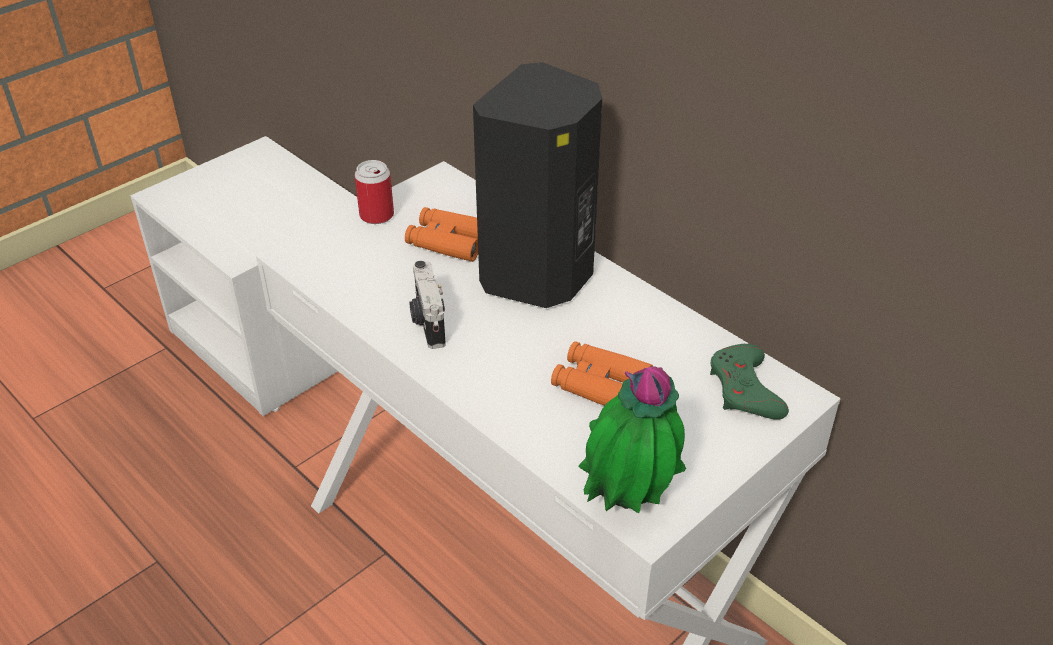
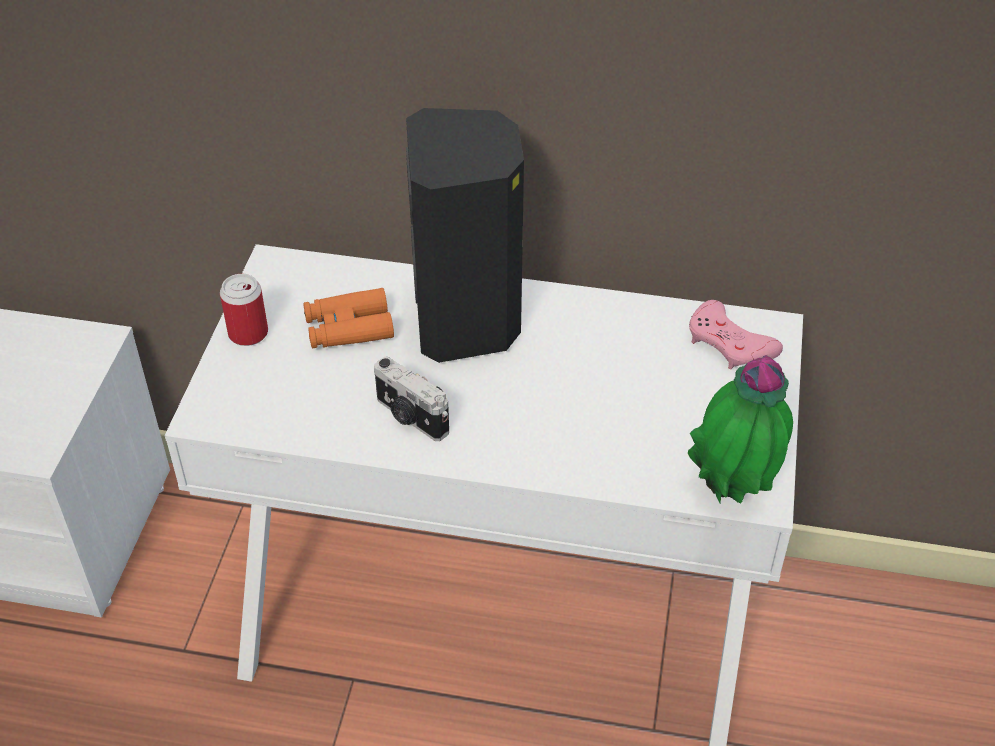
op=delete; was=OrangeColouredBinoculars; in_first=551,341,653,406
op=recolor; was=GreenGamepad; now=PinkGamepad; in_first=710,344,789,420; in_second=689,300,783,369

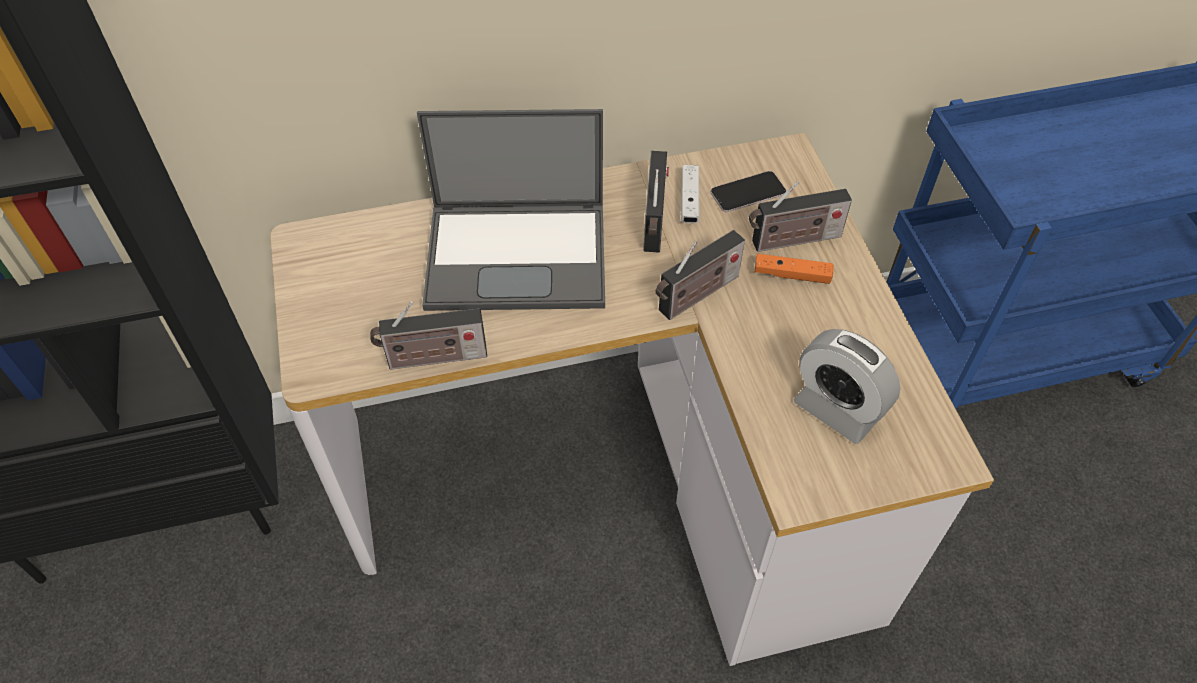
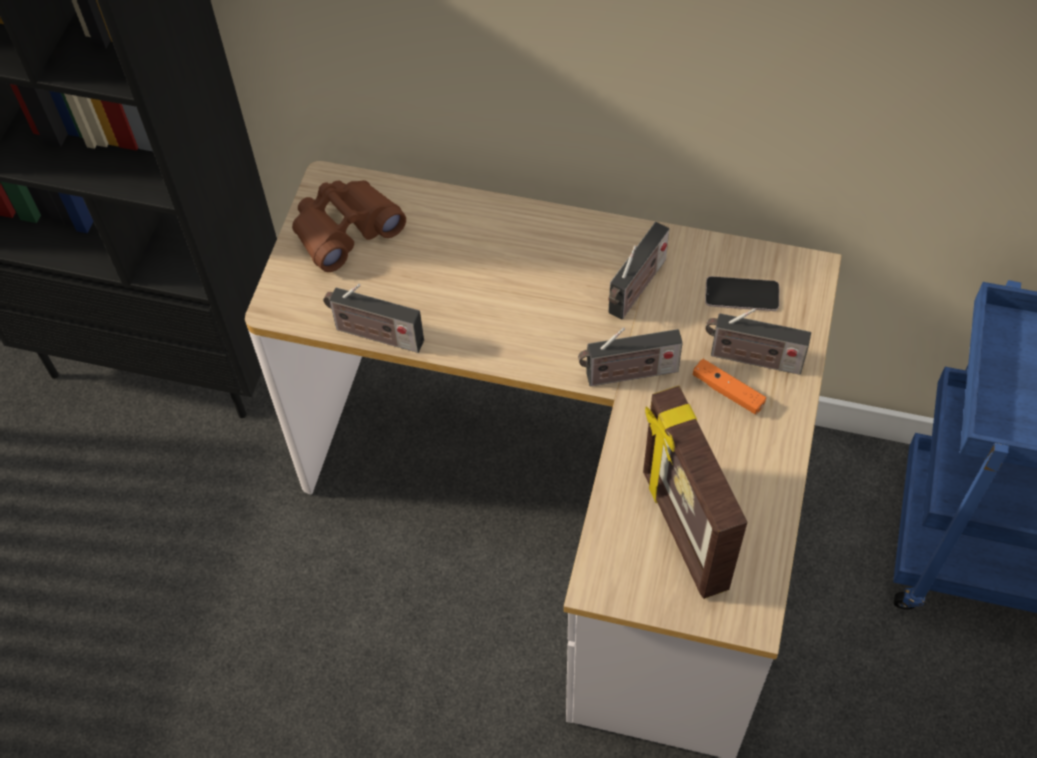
op=delete; was=PortableComputer; in_first=417,109,605,311
op=delete; was=WhiteGamepad; in_first=681,165,699,223
op=replace; was=TableClock; now=PhotoFrame; in_first=794,329,901,444; in_second=643,385,747,599
op=insert; now=BrownColouredBinoculars; in_second=292,180,406,272

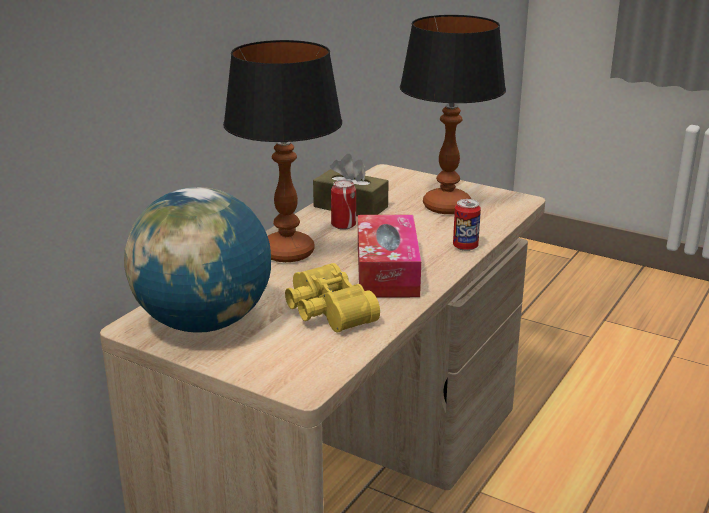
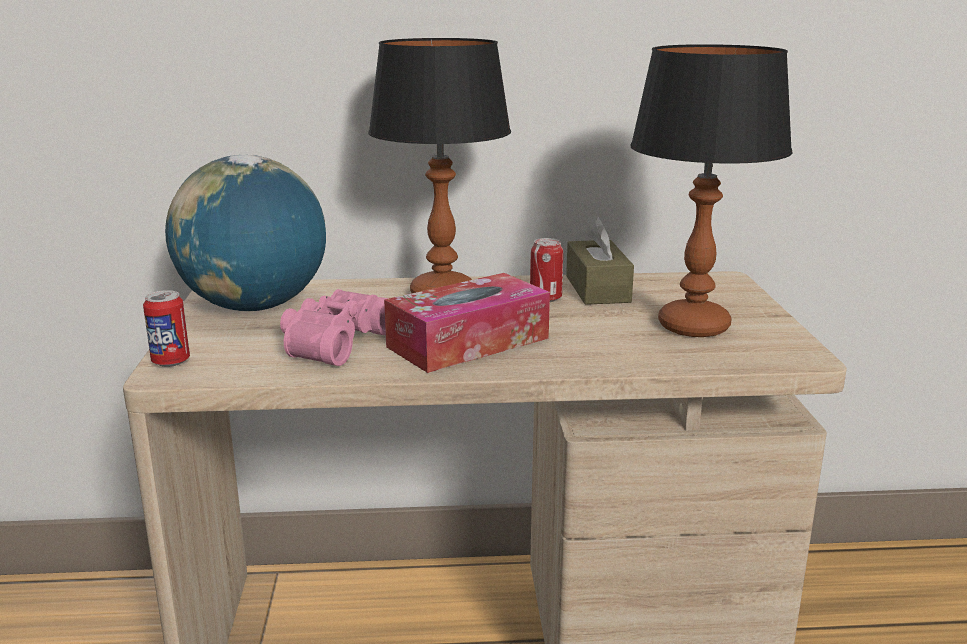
op=recolor; was=YellowishBinoculars; now=PinkBinoculars; in_first=285,263,380,332; in_second=280,289,389,366
op=move; was=SealedCan; in_first=453,199,481,251; in_second=143,290,190,367

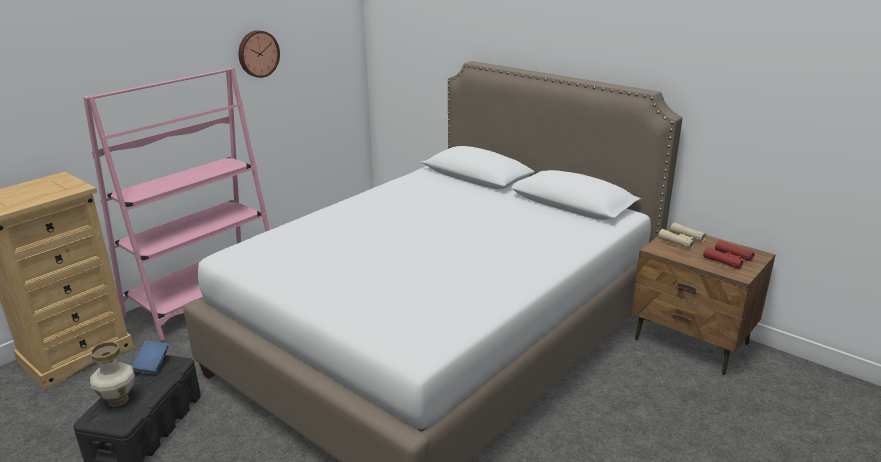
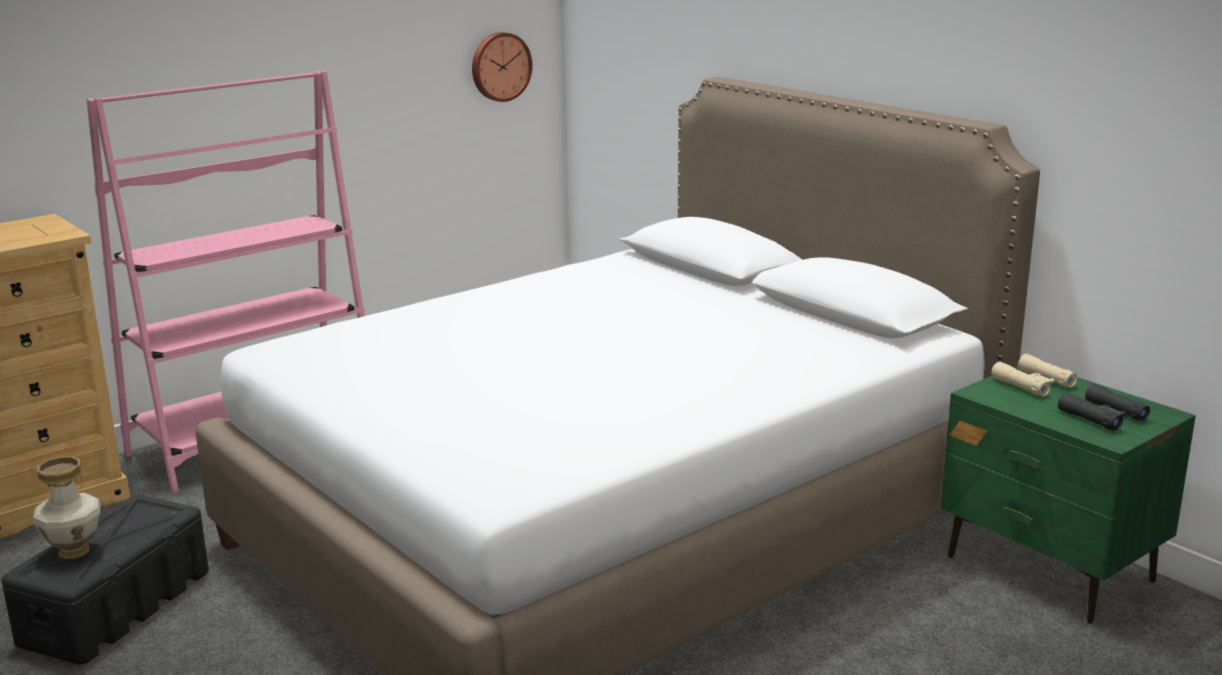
op=delete; was=BlueBook; in_first=132,340,169,374
op=move; was=HangingClock; in_first=238,30,280,78; in_second=472,32,532,102
op=recolor; was=BrownColouredNightTable; now=GreenNightTable; in_first=631,226,775,375; in_second=941,365,1196,624
op=recolor; was=RedBinoculars; now=BlackishBinoculars; in_first=703,240,754,269; in_second=1058,384,1150,431

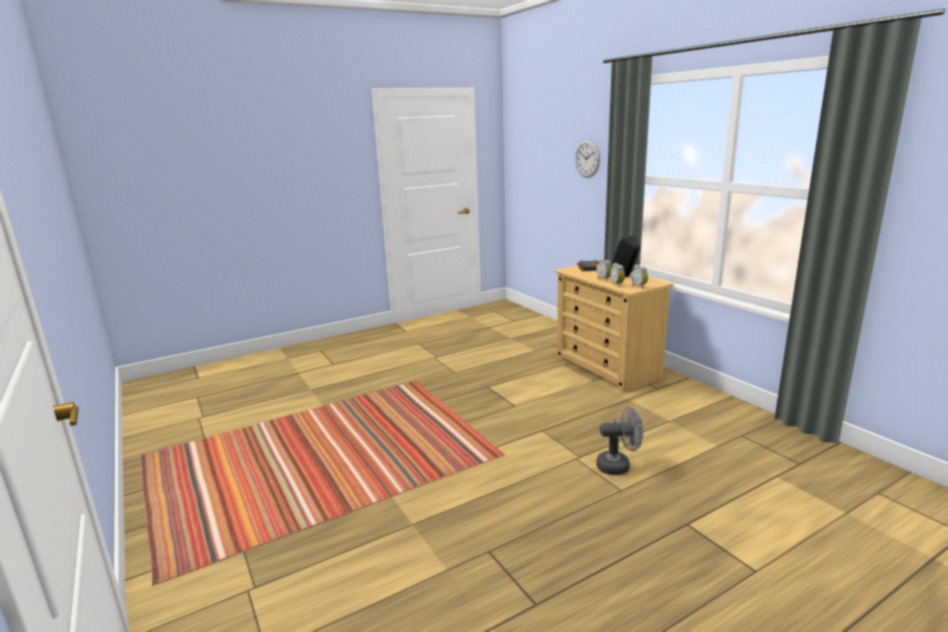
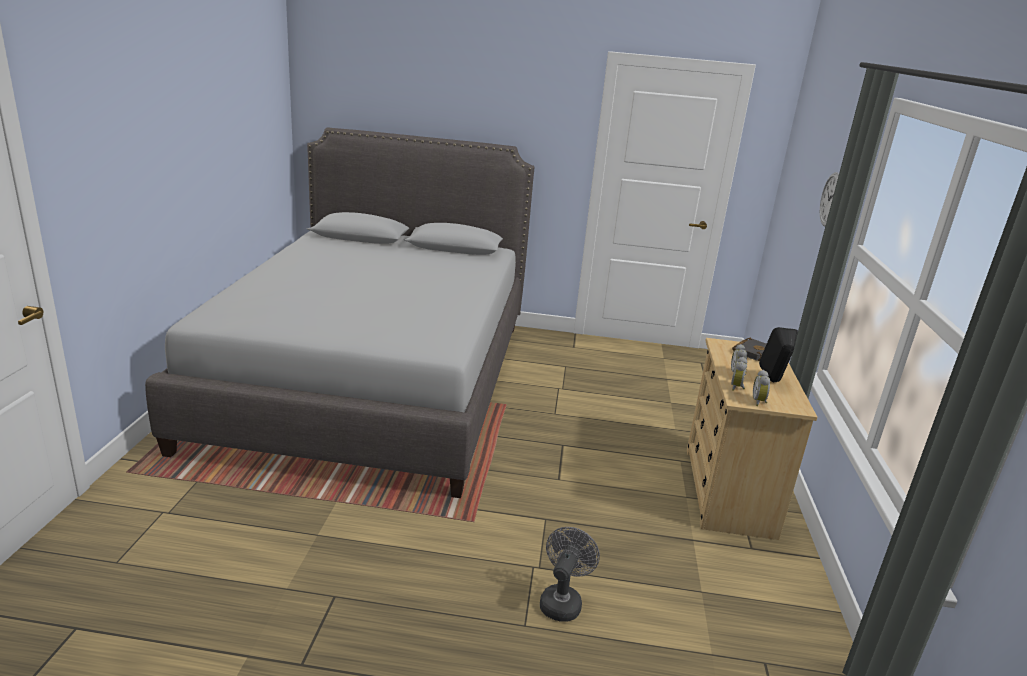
op=rotate; was=GreyFan; in_first=596,407,643,475; in_second=540,527,600,622; clockwise=-105
op=insert; now=GreyBedroomBed; in_second=145,127,534,498

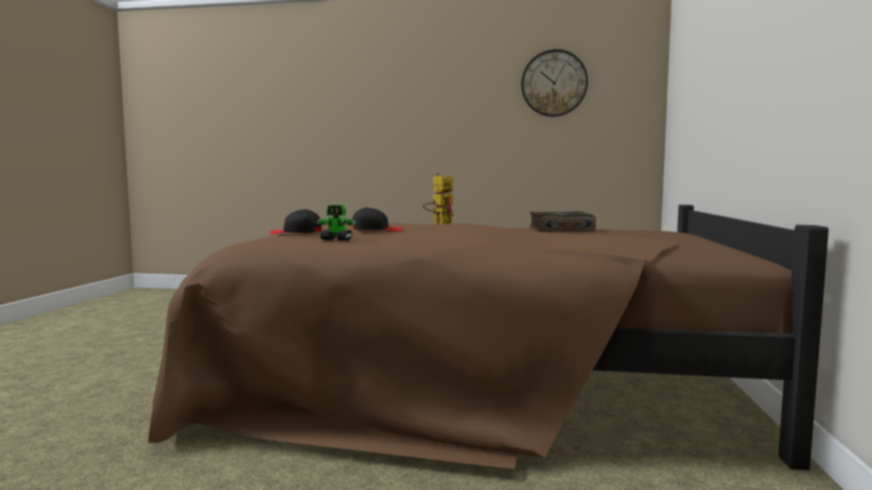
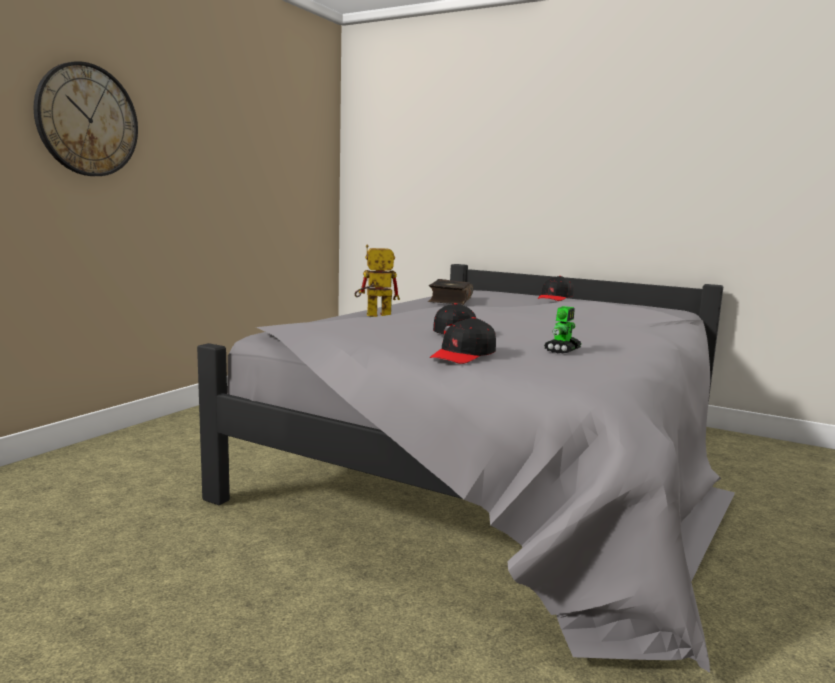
op=recolor; was=BrownColouredBedroomBed; now=GreyBedroomBed; in_first=148,205,829,470; in_second=197,264,735,673
op=move; was=HangingClock; in_first=521,49,588,117; in_second=34,61,138,176
op=insert; now=BlackishBaseballCap; in_second=537,276,574,301

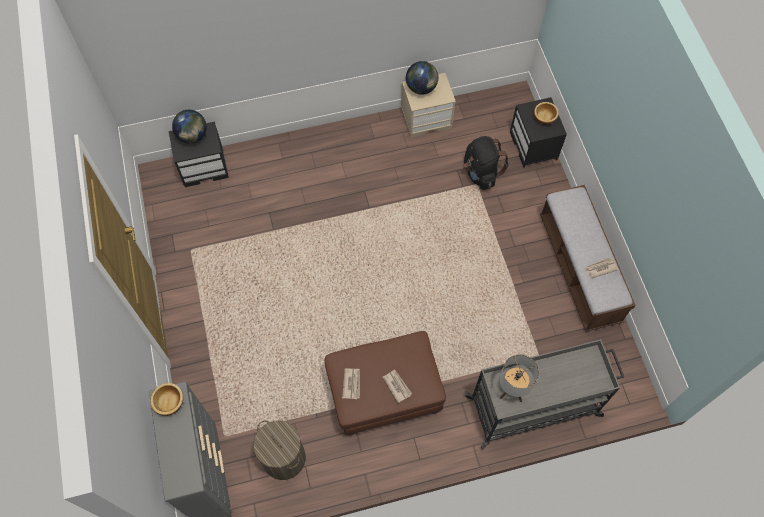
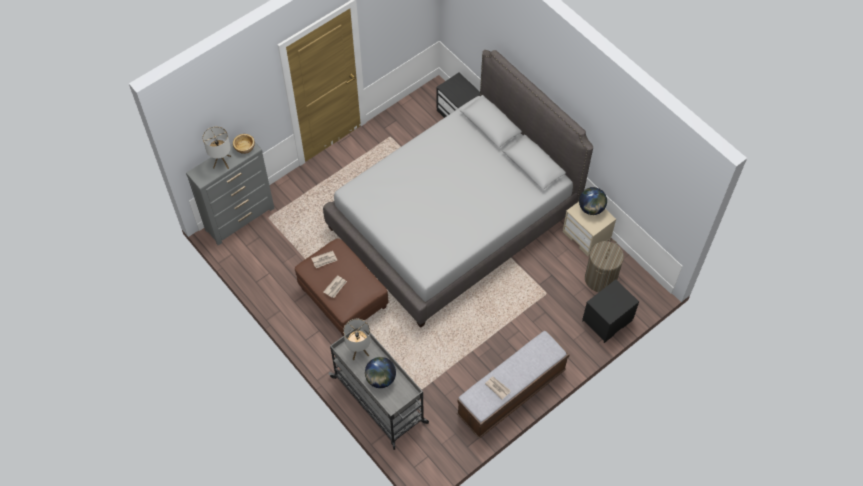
op=move; was=WorldGlobe; in_first=172,110,207,144; in_second=365,357,396,388
op=move; was=LaundryBasket; in_first=253,420,306,480; in_second=585,240,624,292
op=delete; was=BlackishKnapsack; in_first=464,136,509,190
op=delete; was=ServingBowl; in_first=534,102,559,125
op=insert; now=TabletopLamp; in_second=202,126,231,169
op=insert; now=GreyBedroomBed; in_second=323,50,593,328

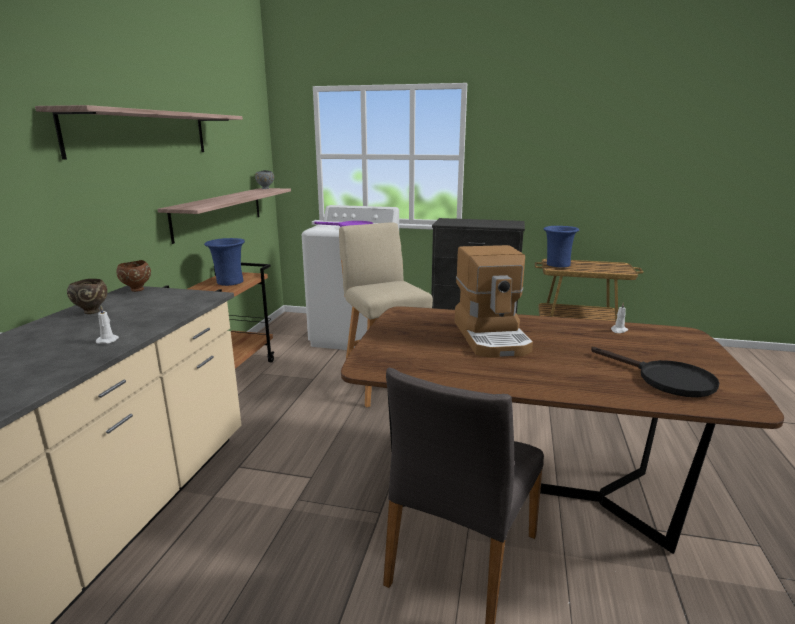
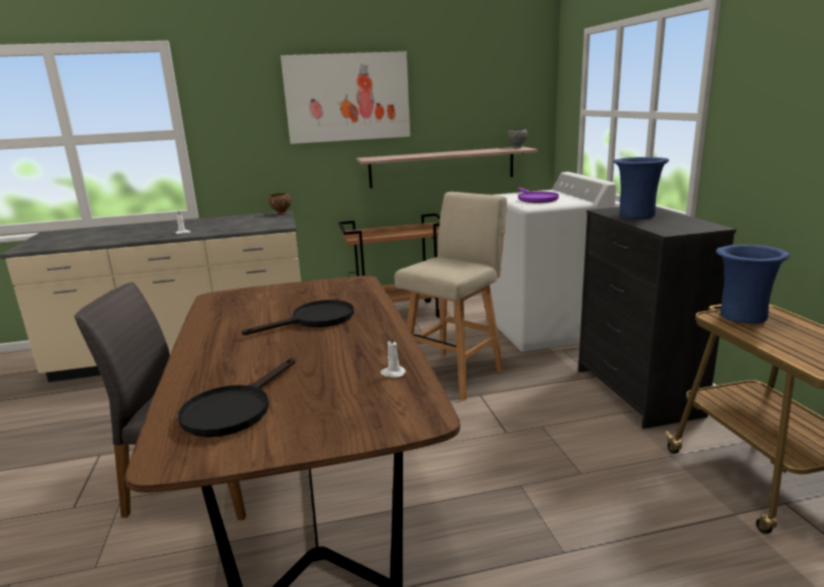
op=replace; was=Shelf; now=Picture; in_first=35,105,243,160; in_second=281,51,410,144
op=delete; was=BrownColouredServingBowl; in_first=67,279,108,314
op=move; was=BlueDecorativeVase; in_first=204,238,245,286; in_second=613,157,669,218
op=replace; was=CoffeeBrewer; now=BlackishSkillet; in_first=455,245,533,358; in_second=242,300,354,335

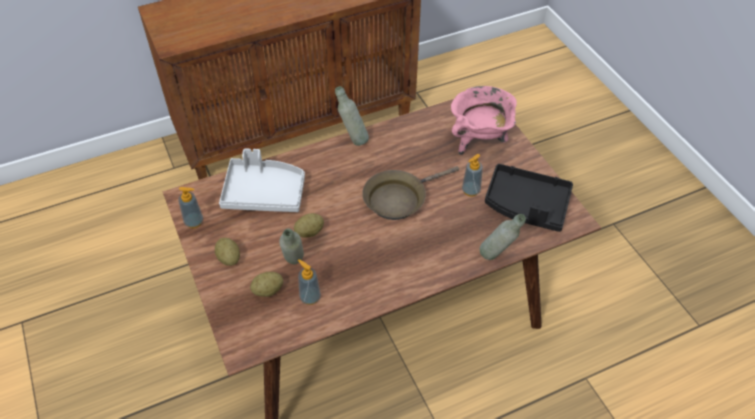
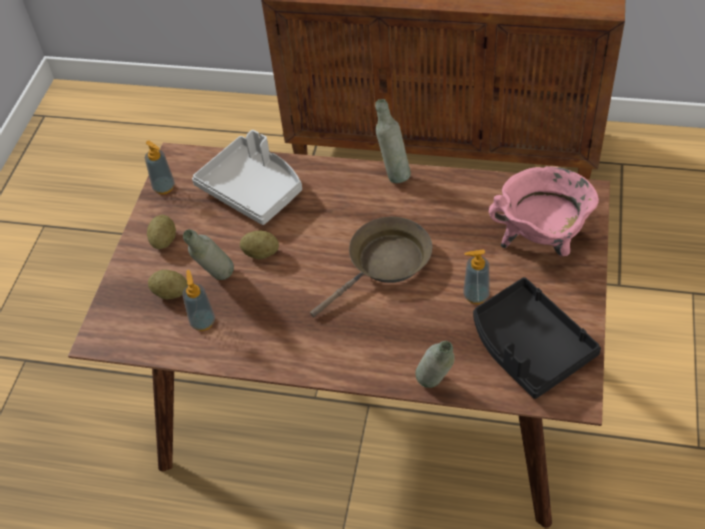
op=rotate; was=BrownColouredSkillet; in_first=362,166,459,220; in_second=310,217,432,317; clockwise=135

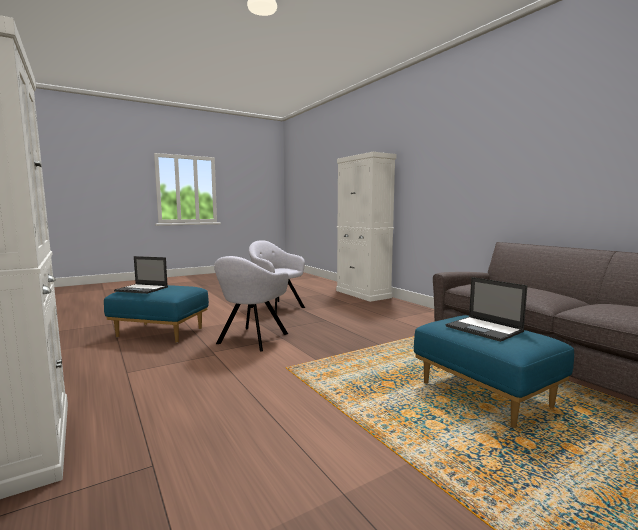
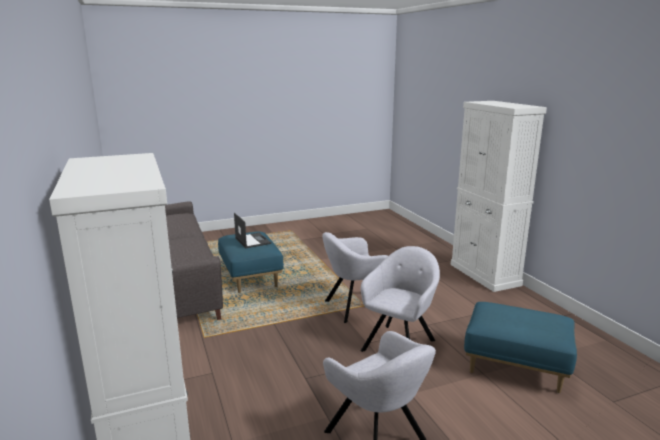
op=delete; was=PortableComputer; in_first=114,256,168,294
op=insert; now=GreyEasyChair; in_second=322,232,388,323

